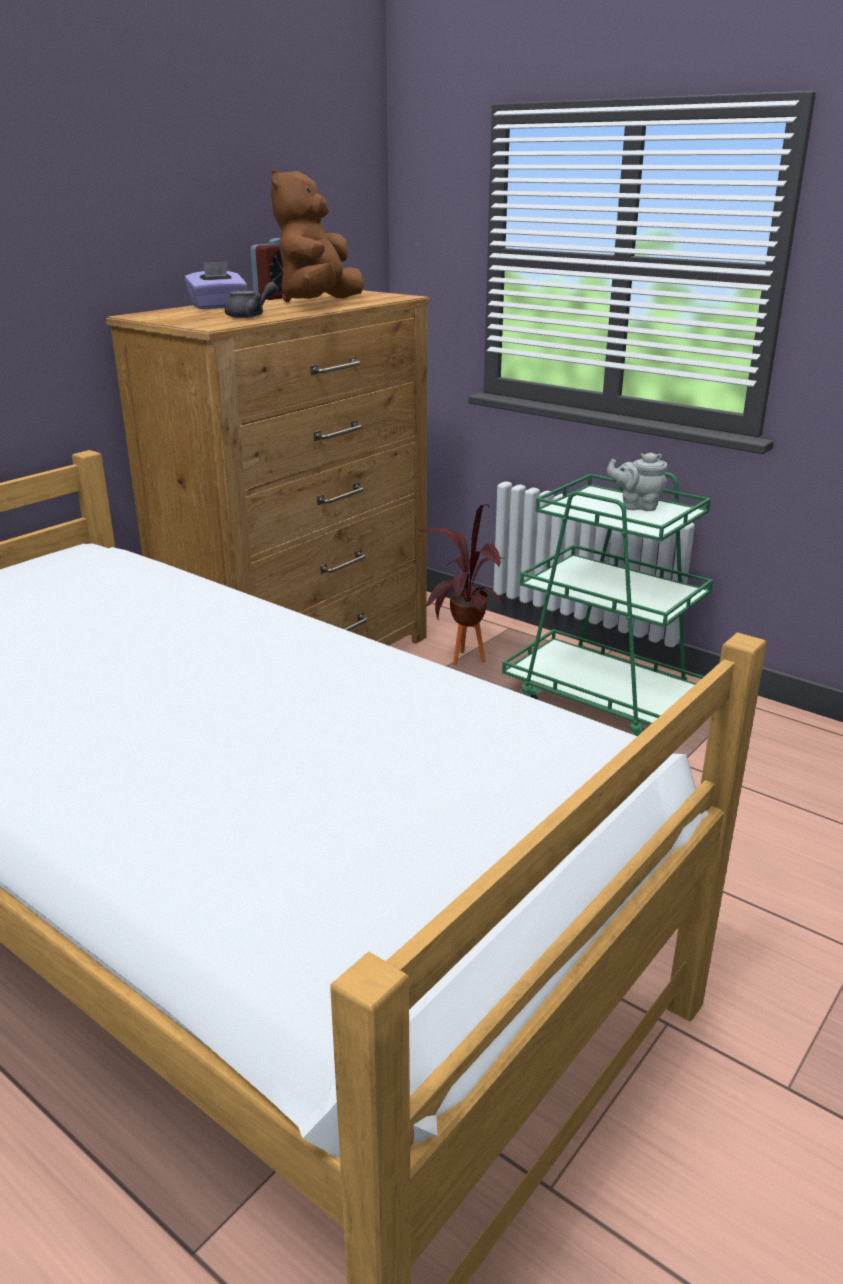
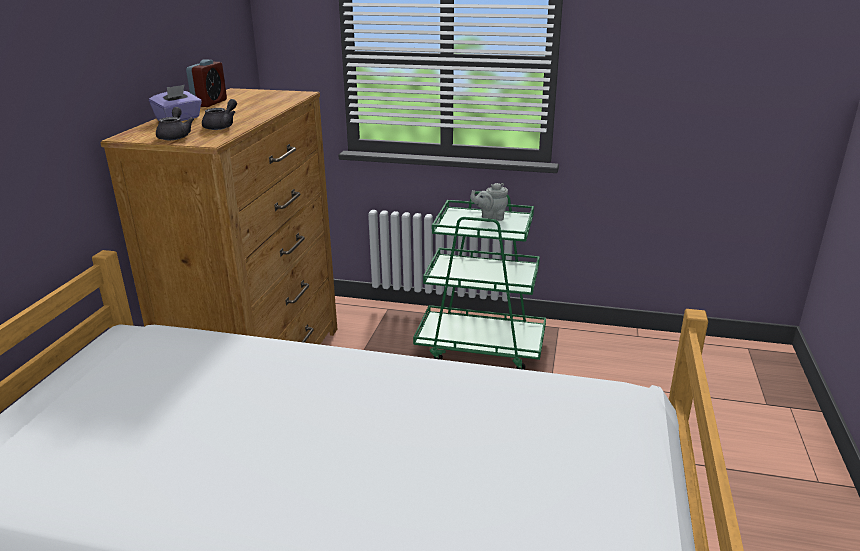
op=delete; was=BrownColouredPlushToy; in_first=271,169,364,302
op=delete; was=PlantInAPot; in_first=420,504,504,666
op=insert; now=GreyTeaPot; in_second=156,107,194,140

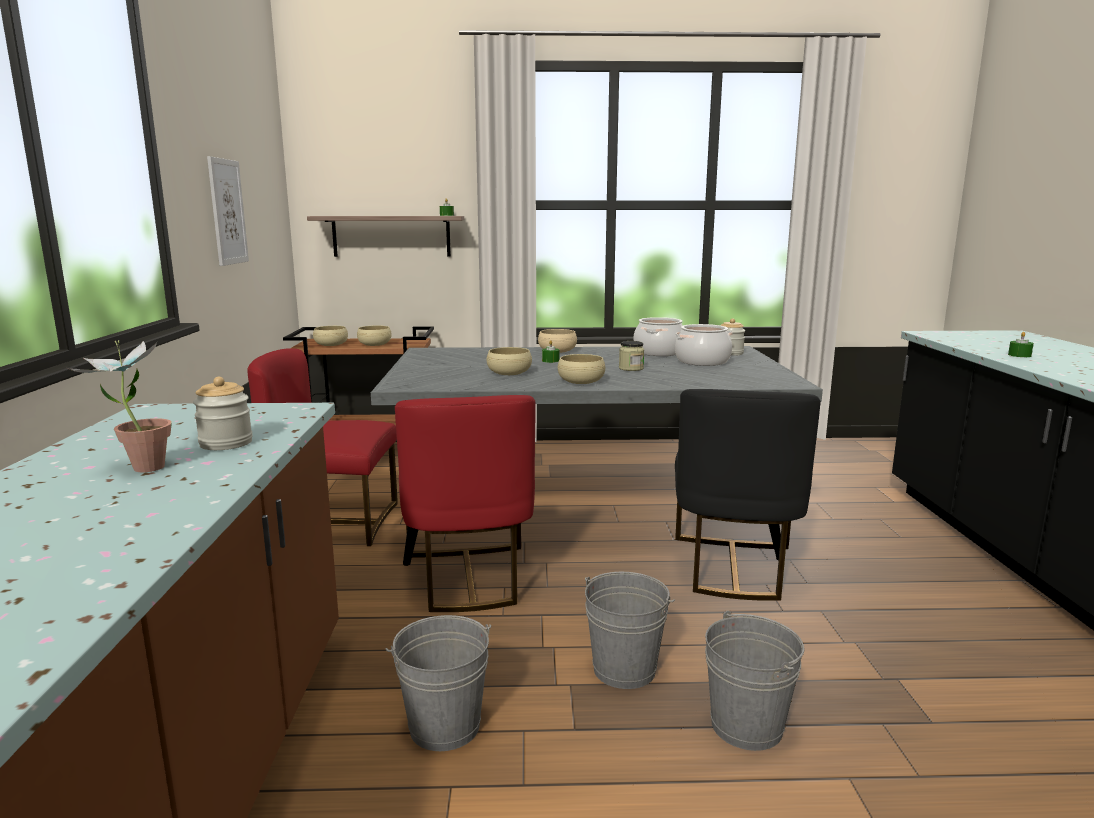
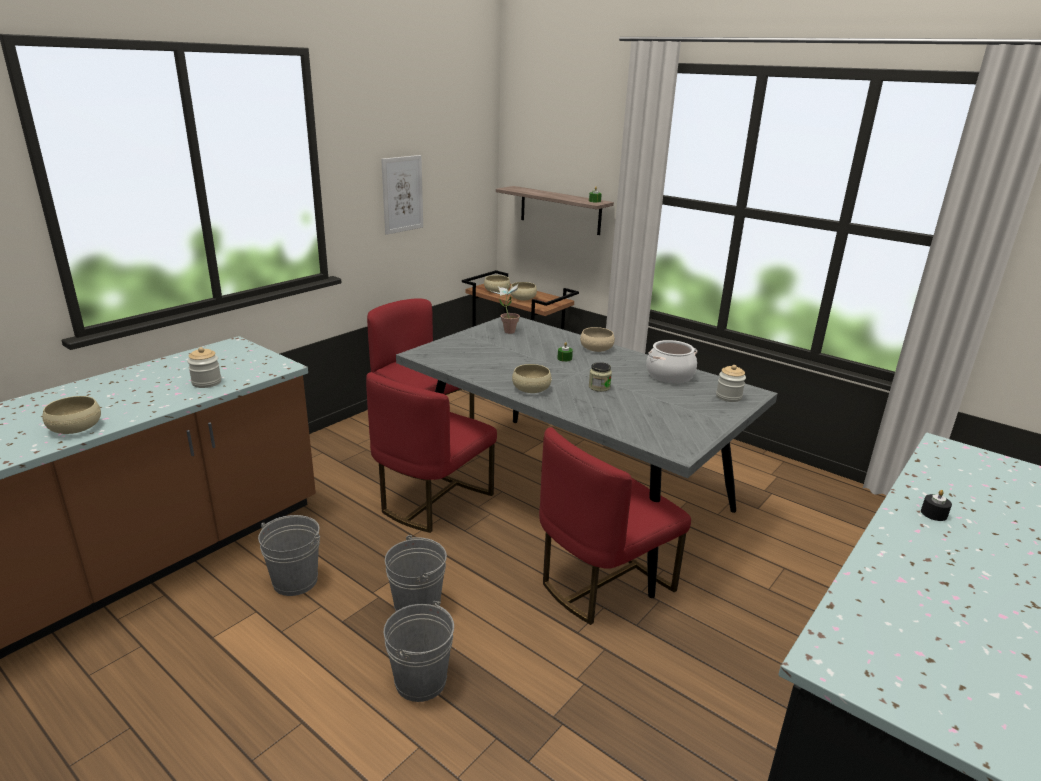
op=move; was=PlantInAPot; in_first=68,340,172,472; in_second=491,284,520,334
op=move; was=SandColouredServingBowl; in_first=487,347,532,375; in_second=42,396,101,434
op=delete; was=CookingPot; in_first=675,324,733,366
op=recolor; was=BlackishUprightChair; now=RedUprightChair; in_first=675,389,821,601; in_second=539,427,691,625
op=recolor; was=GreenCandle; now=BlackishCandle; in_first=1008,332,1034,357; in_second=921,490,952,521

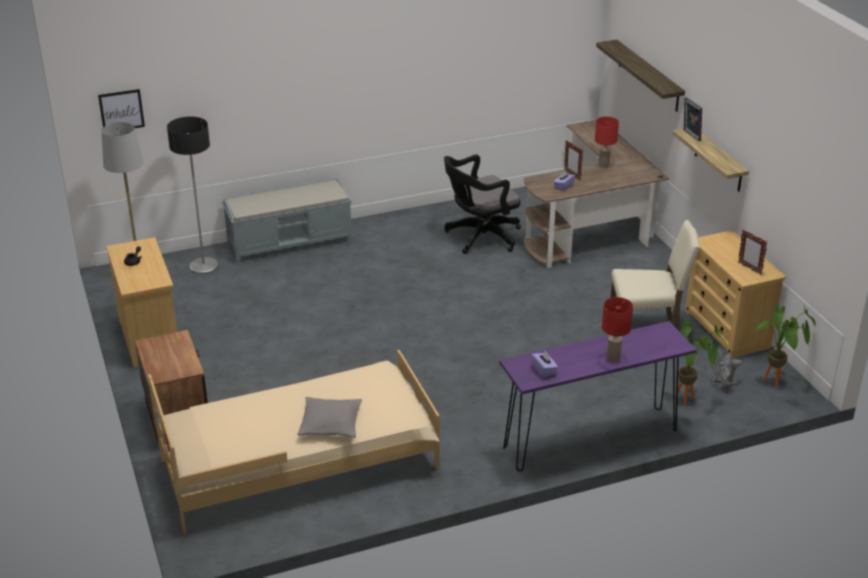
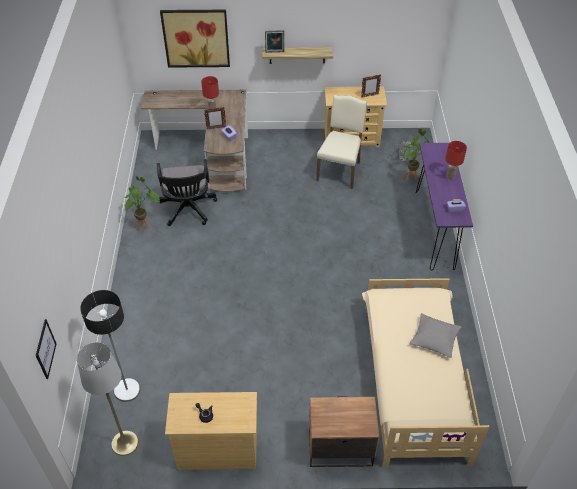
op=delete; was=GreyLongSeat; in_first=222,179,352,264
op=replace; was=Shelf; now=Picture; in_first=596,40,685,112; in_second=160,10,230,68
op=move; was=PlantInAPot; in_first=756,305,816,388; in_second=125,176,160,231

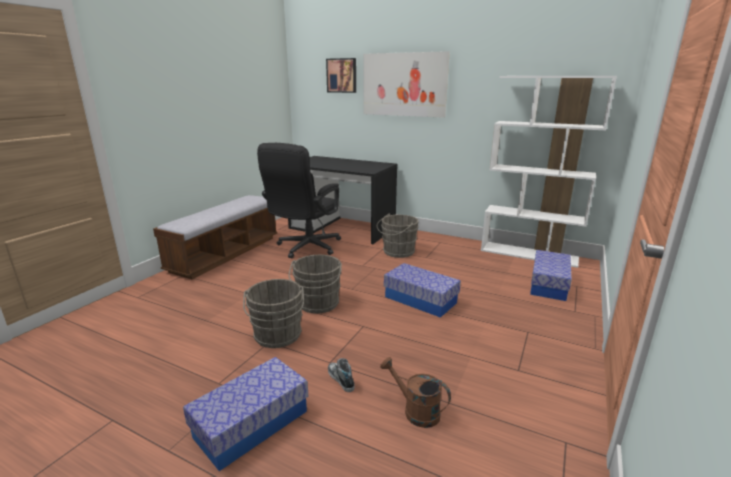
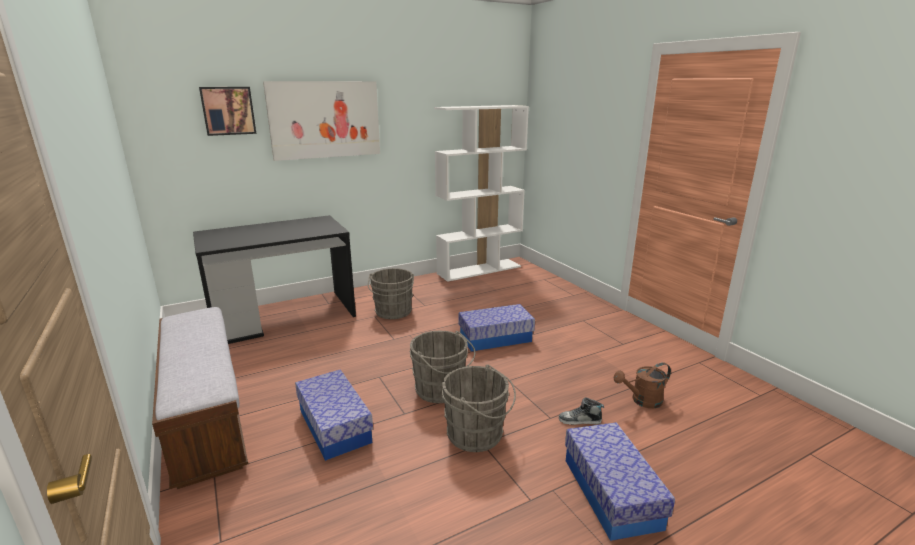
op=delete; was=BlackishOfficeChair; in_first=257,143,341,258
op=move; was=StorageContainer; in_first=530,250,572,301; in_second=295,369,373,461

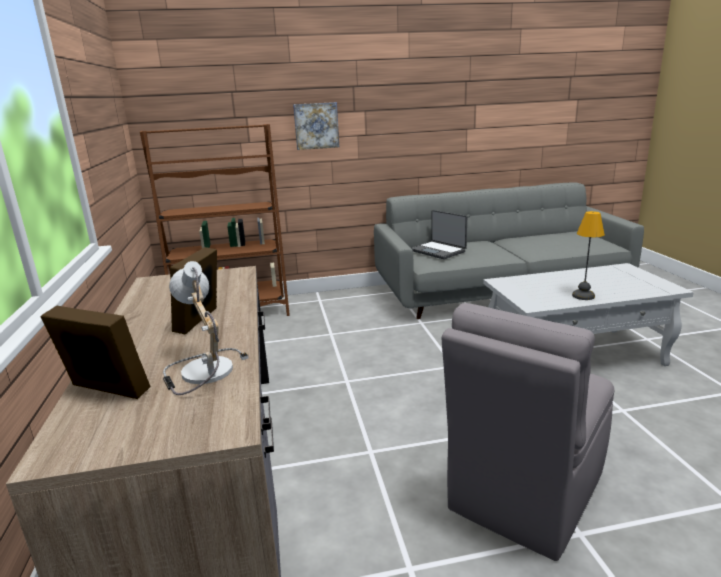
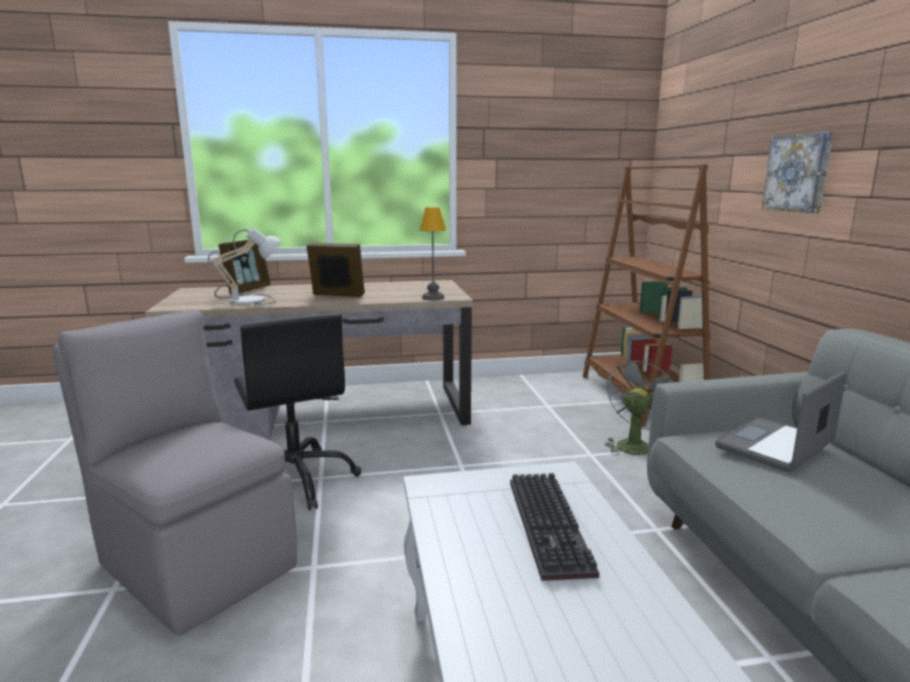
op=move; was=TabletopLamp; in_first=572,211,605,300; in_second=419,207,446,300
op=insert; now=BlackishOfficeChair; in_second=234,314,361,510
op=insert; now=Keyboard; in_second=510,473,599,581
op=insert; now=GreyFan; in_second=604,357,674,455

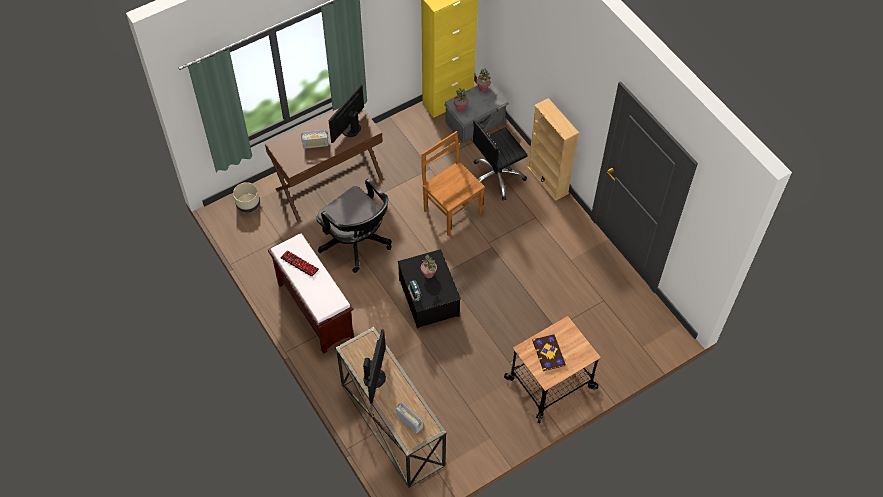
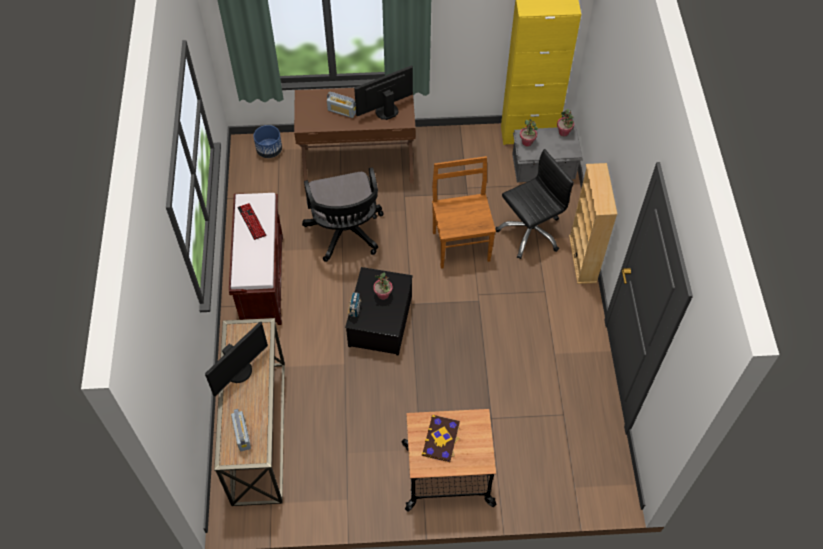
op=recolor; was=SandColouredFlowerPot; now=BlueFlowerPot; in_first=233,182,260,213; in_second=254,125,282,158
op=rotate; was=BlackishOfficeChair; in_first=473,121,528,201; in_second=496,149,574,259; clockwise=150

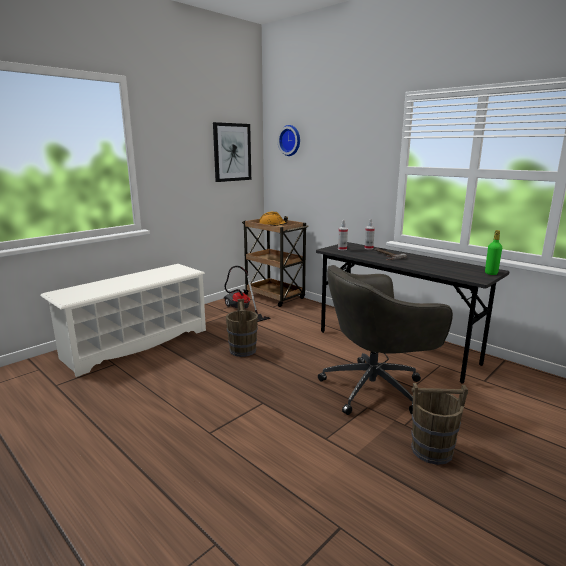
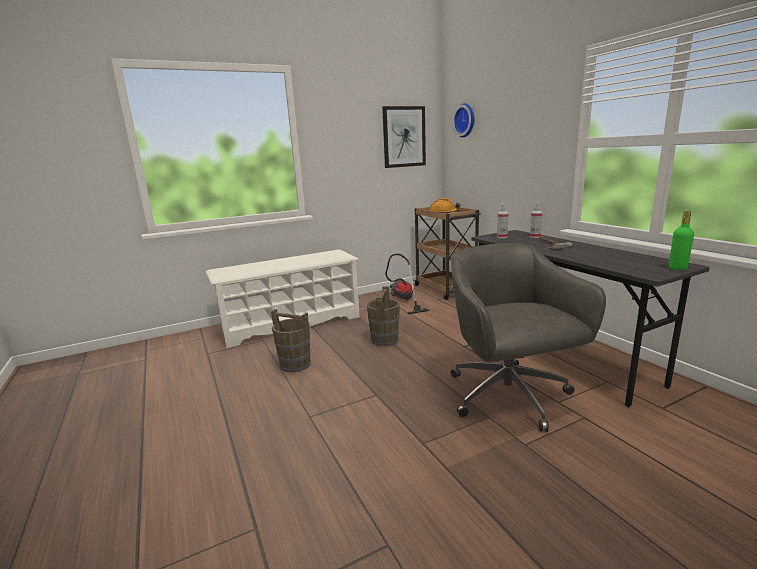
op=rotate; was=GreyOfficeChair; in_first=318,265,453,415; in_second=450,243,606,432; clockwise=75
op=move; was=BrownColouredWaterBucket; in_first=411,383,468,465; in_second=271,309,311,372

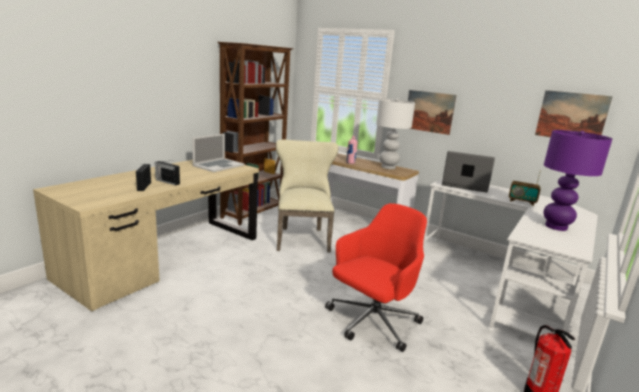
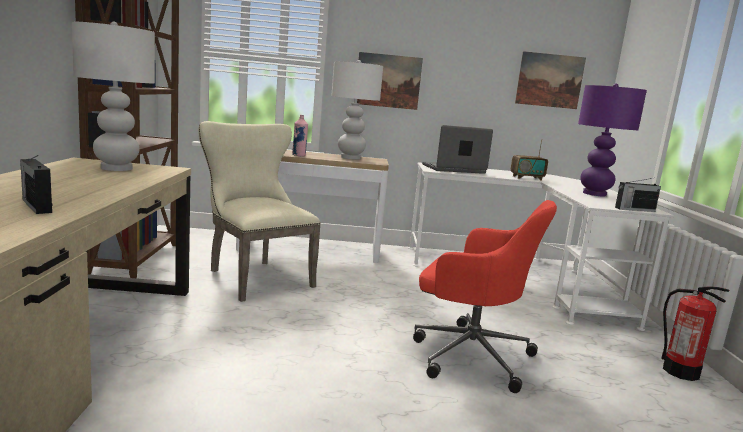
op=move; was=RadioSet; in_first=155,160,180,186; in_second=615,178,661,212
op=replace; was=PortableComputer; now=WhiteTabletopLamp; in_first=192,133,245,172; in_second=72,22,155,171
op=rotate; was=RedOfficeChair; in_first=325,203,427,352; in_second=413,200,557,393; clockwise=105

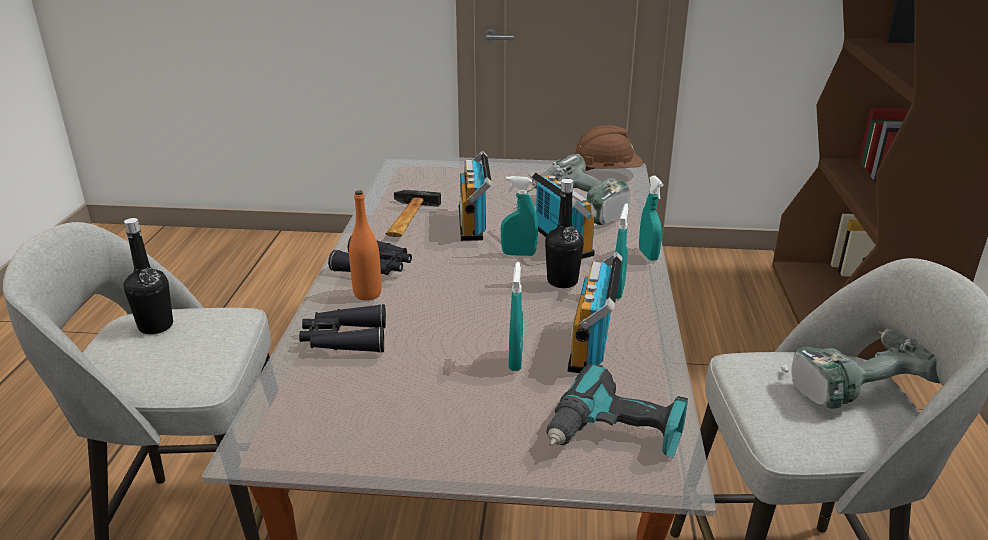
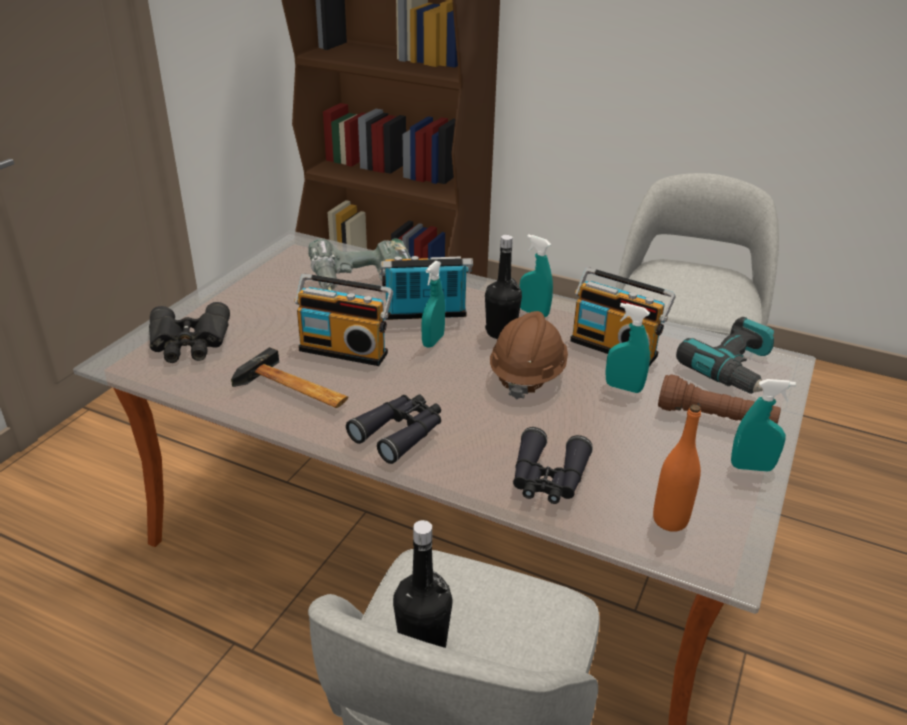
op=move; was=OrangeColouredBeverageBottle; in_first=349,190,381,300; in_second=653,404,701,532
op=move; was=BrownColouredWorkHelmet; in_first=574,125,643,171; in_second=490,311,568,399
op=move; was=TurquoiseHandSprayer; in_first=639,176,664,261; in_second=731,379,796,472
op=delete; was=PowerDrill; in_first=781,328,941,409
op=insert; now=BlackishBinoculars; in_second=149,302,230,363
op=insert; now=BrownColouredTorch; in_second=658,374,781,424

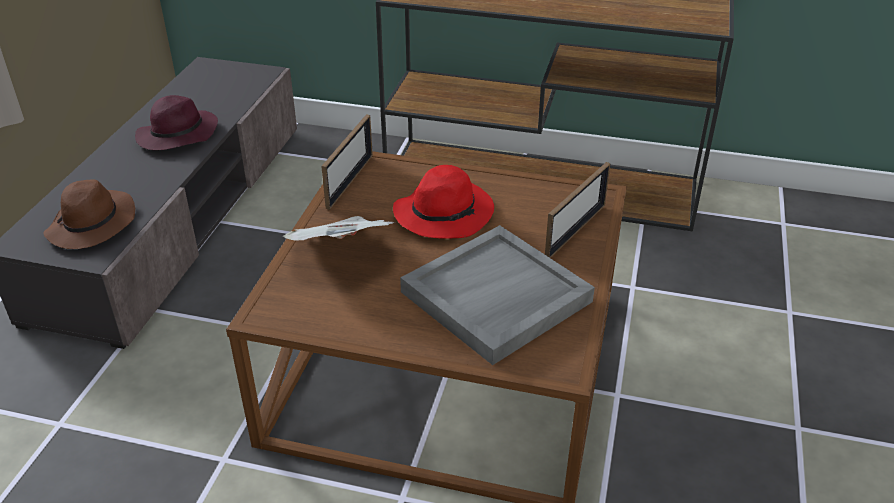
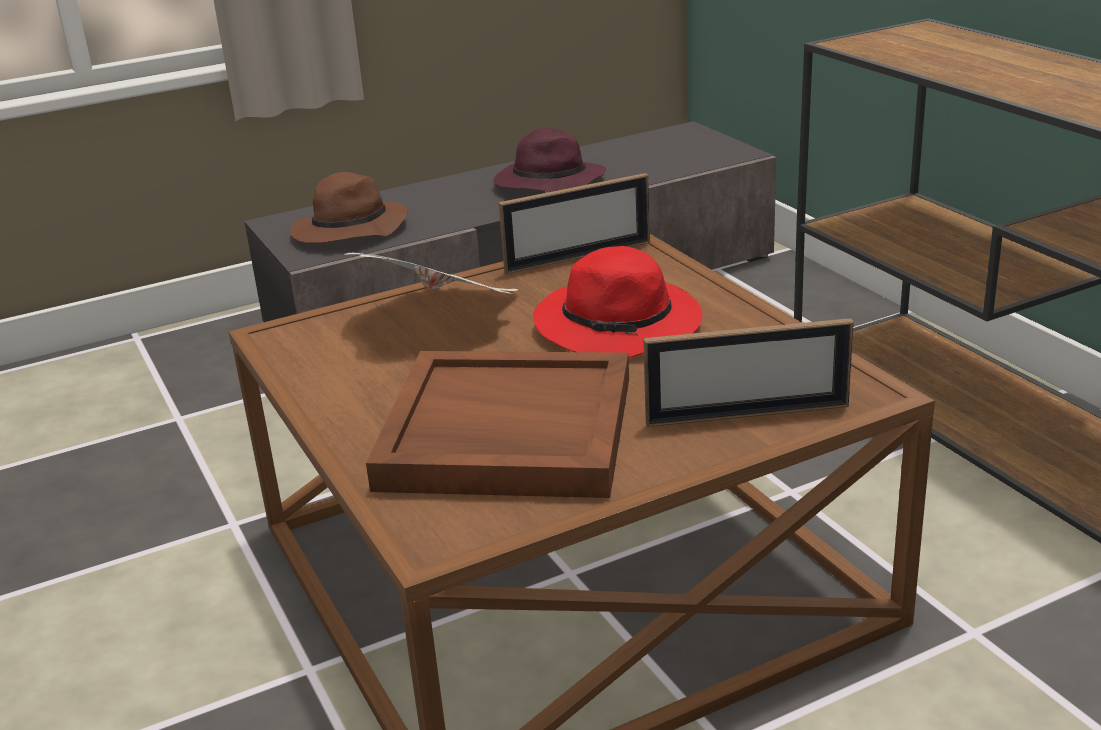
op=recolor; was=GreyServingTray; now=BrownColouredServingTray; in_first=400,225,595,365; in_second=366,351,629,498

